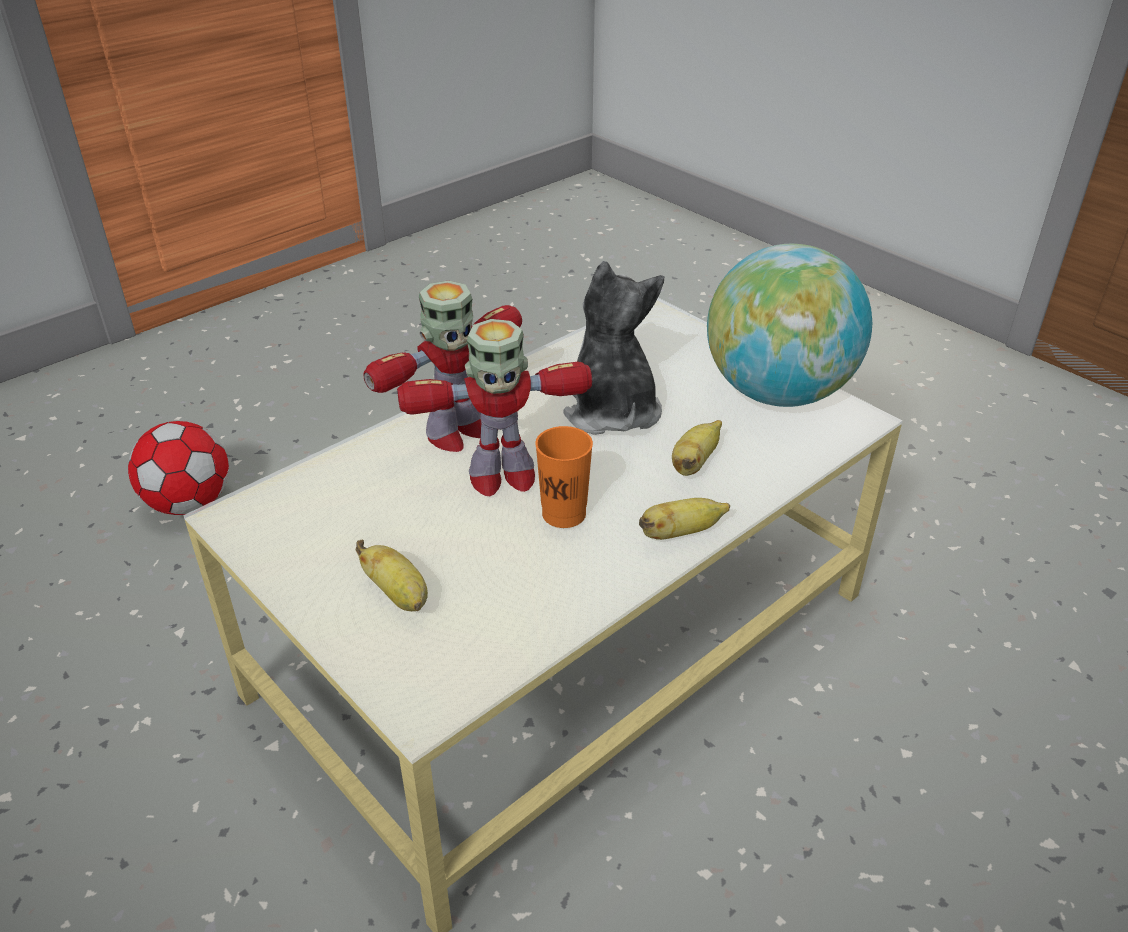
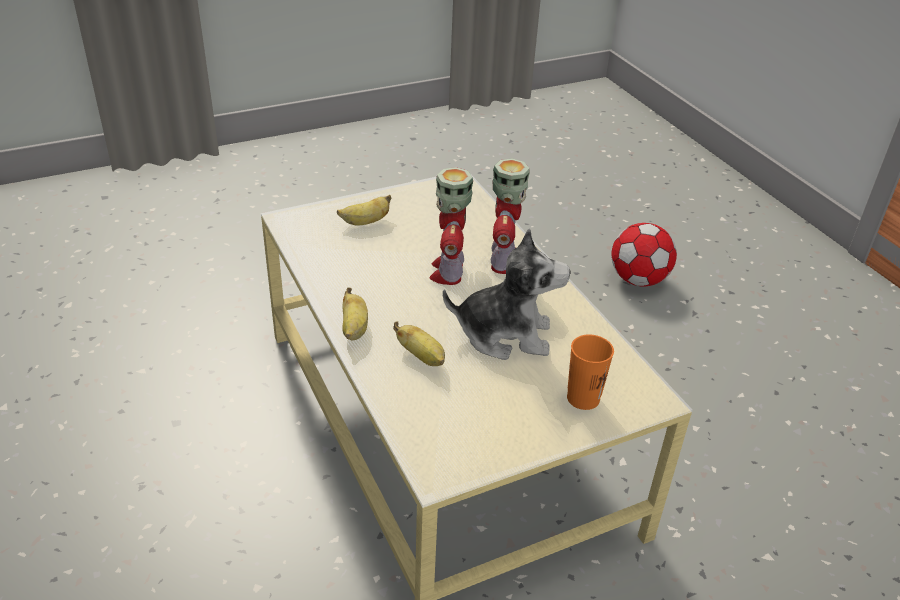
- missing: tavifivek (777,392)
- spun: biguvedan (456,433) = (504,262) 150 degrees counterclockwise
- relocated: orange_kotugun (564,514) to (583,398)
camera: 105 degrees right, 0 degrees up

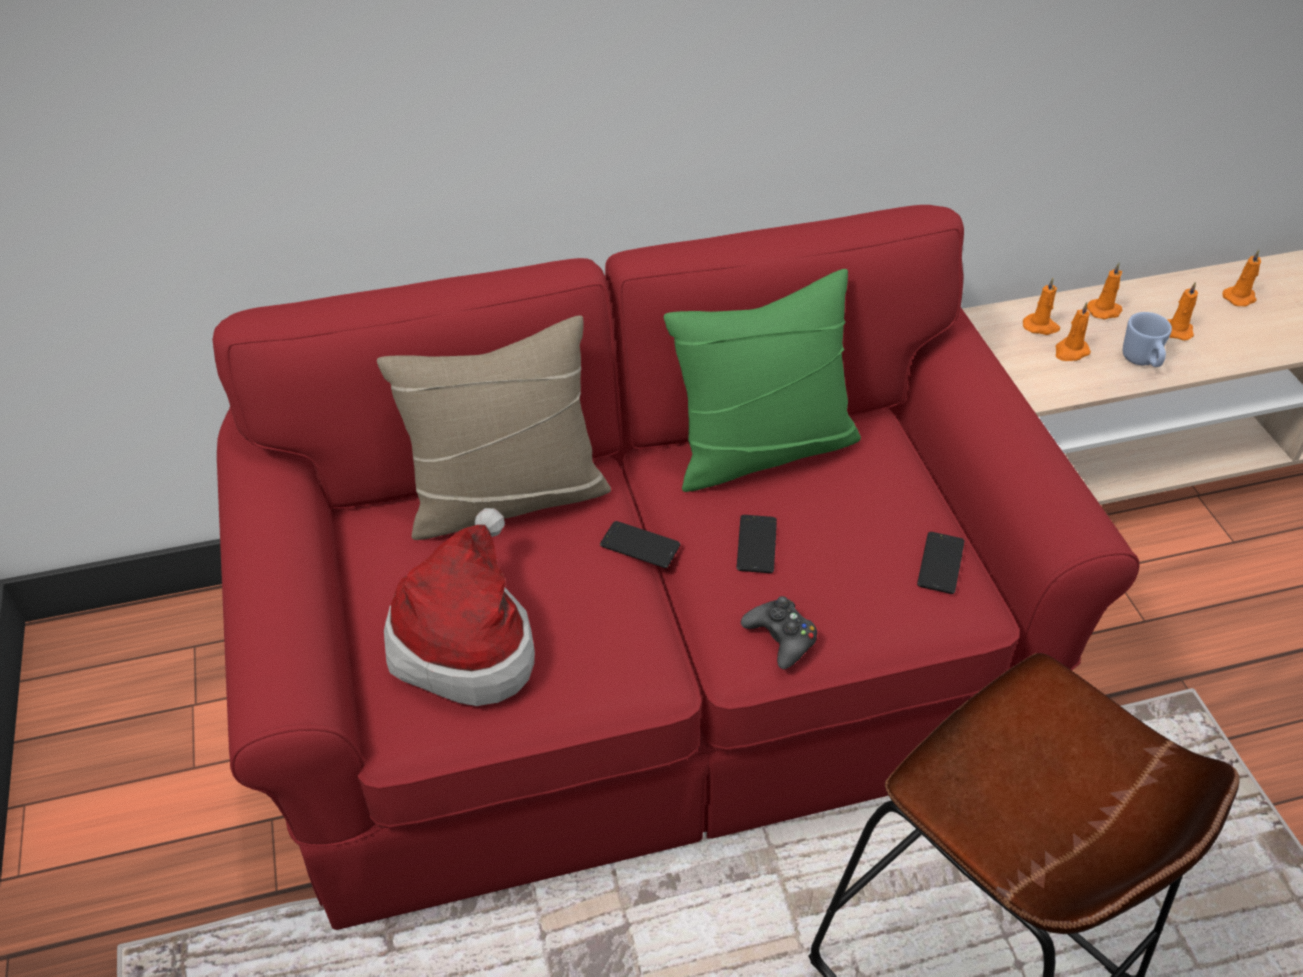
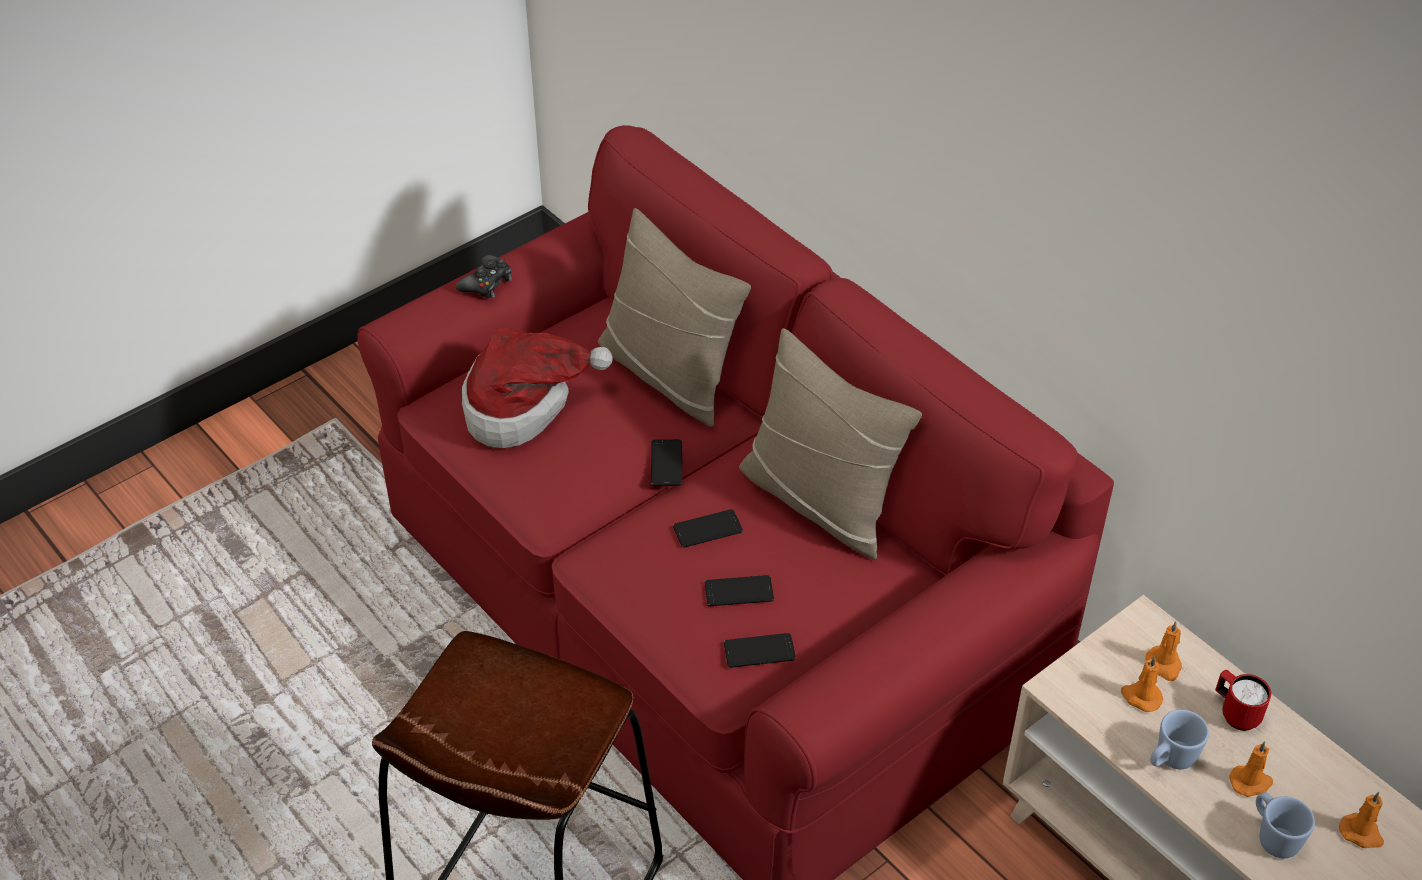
- exchanged: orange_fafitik (1104,311) to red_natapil (1235,713)
- colour: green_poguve (762,450) to beige_poguve (820,501)
- relocated: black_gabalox (781,637) to (486,283)
- appeared: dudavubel (739,591)
- appeared: blue_natapil (1273,836)
camera: 65 degrees right, 0 degrees up

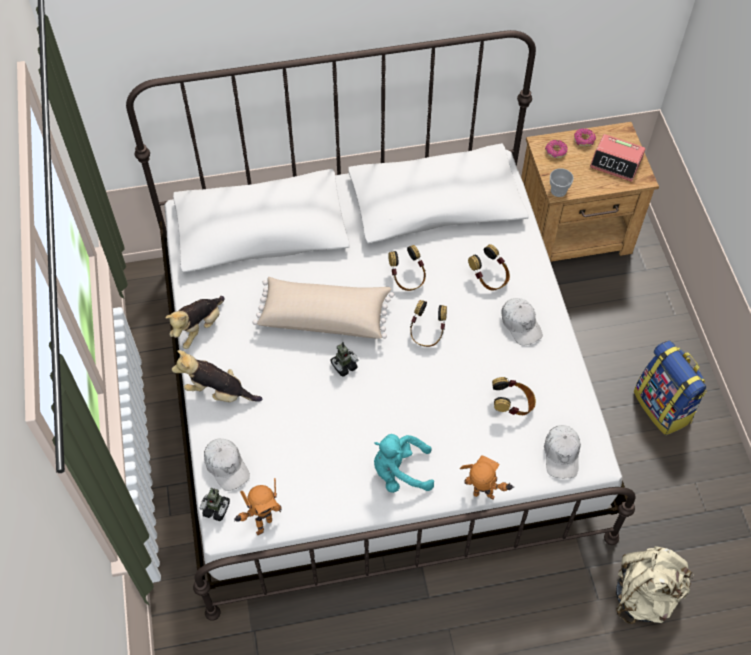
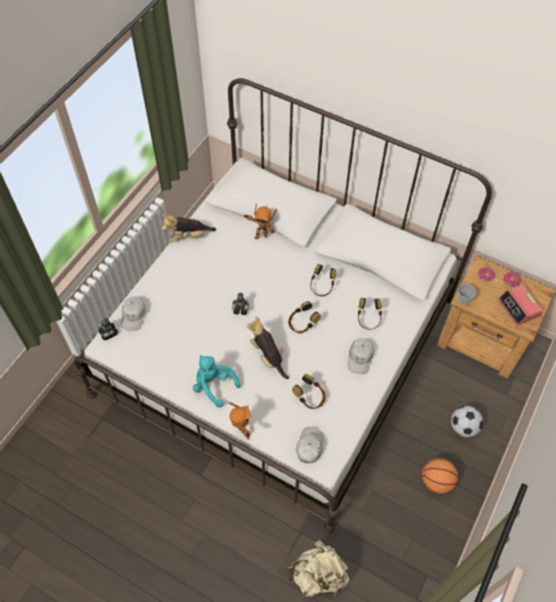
- missing: beige_poguve (324,316)
- exchanged: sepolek (663,407) to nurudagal (436,481)
- relocated: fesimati (218,392) to (268,356)
- spun: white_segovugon (561,454) = (309,446) 150 degrees clockwise
- relocated: biguvedan (261,524) to (260,235)
- appeared: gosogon (463,427)
camera: 40 degrees right, 0 degrees up

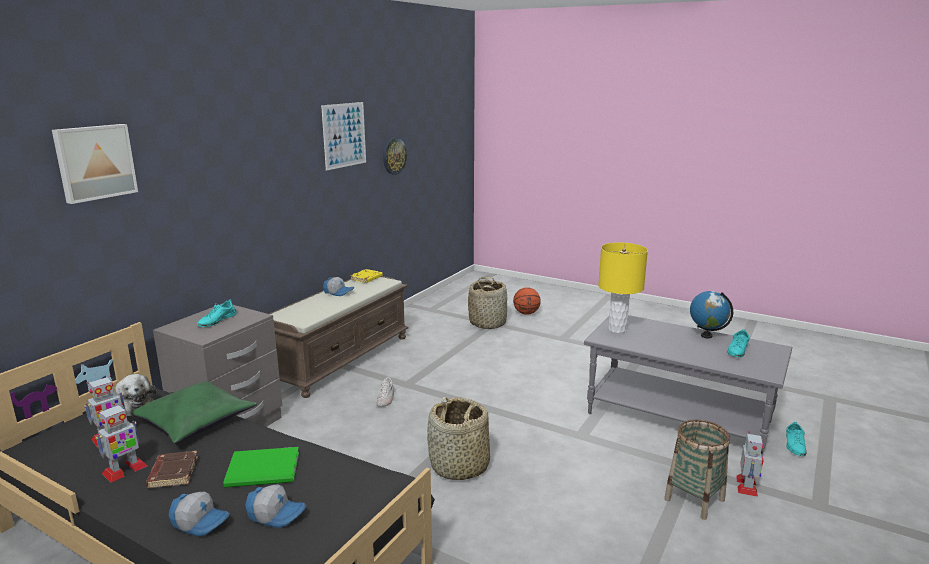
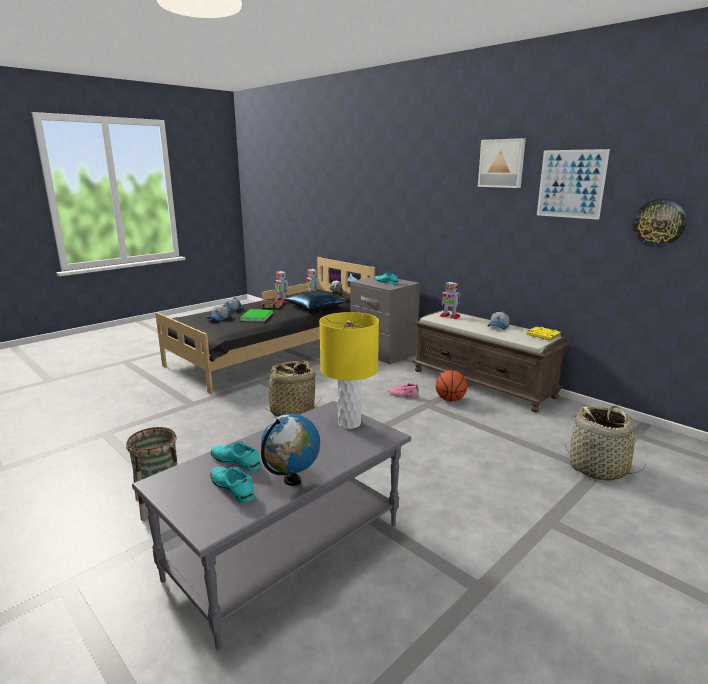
- relocated: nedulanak (94,162) to (502,163)
- relocated: nurudagal (526,313) to (450,400)
- colour: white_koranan (386,399) to pink_koranan (402,395)
- colour: green_poguve (196,421) to blue_poguve (315,307)
- relocated: turquoise_koranan (795,445) to (236,461)
- relocated: biguvedan (747,486) to (449,316)
camera: 105 degrees right, 0 degrees up

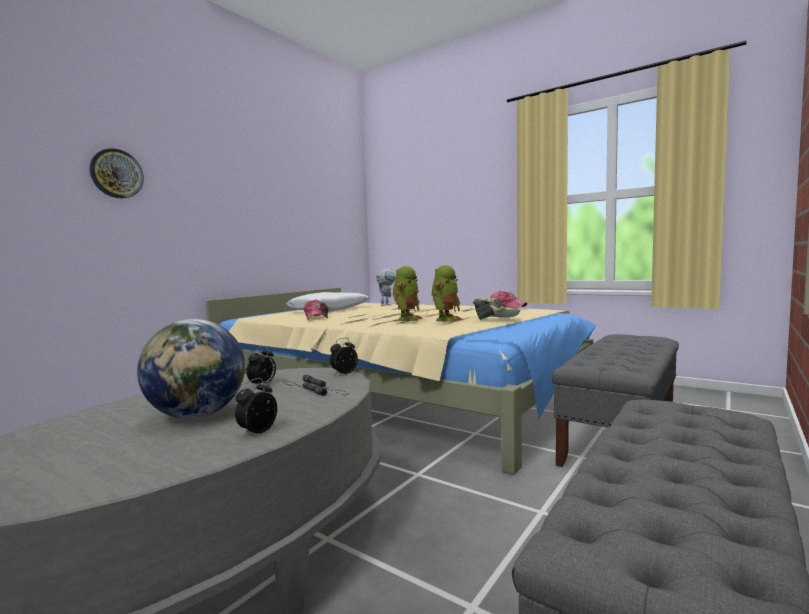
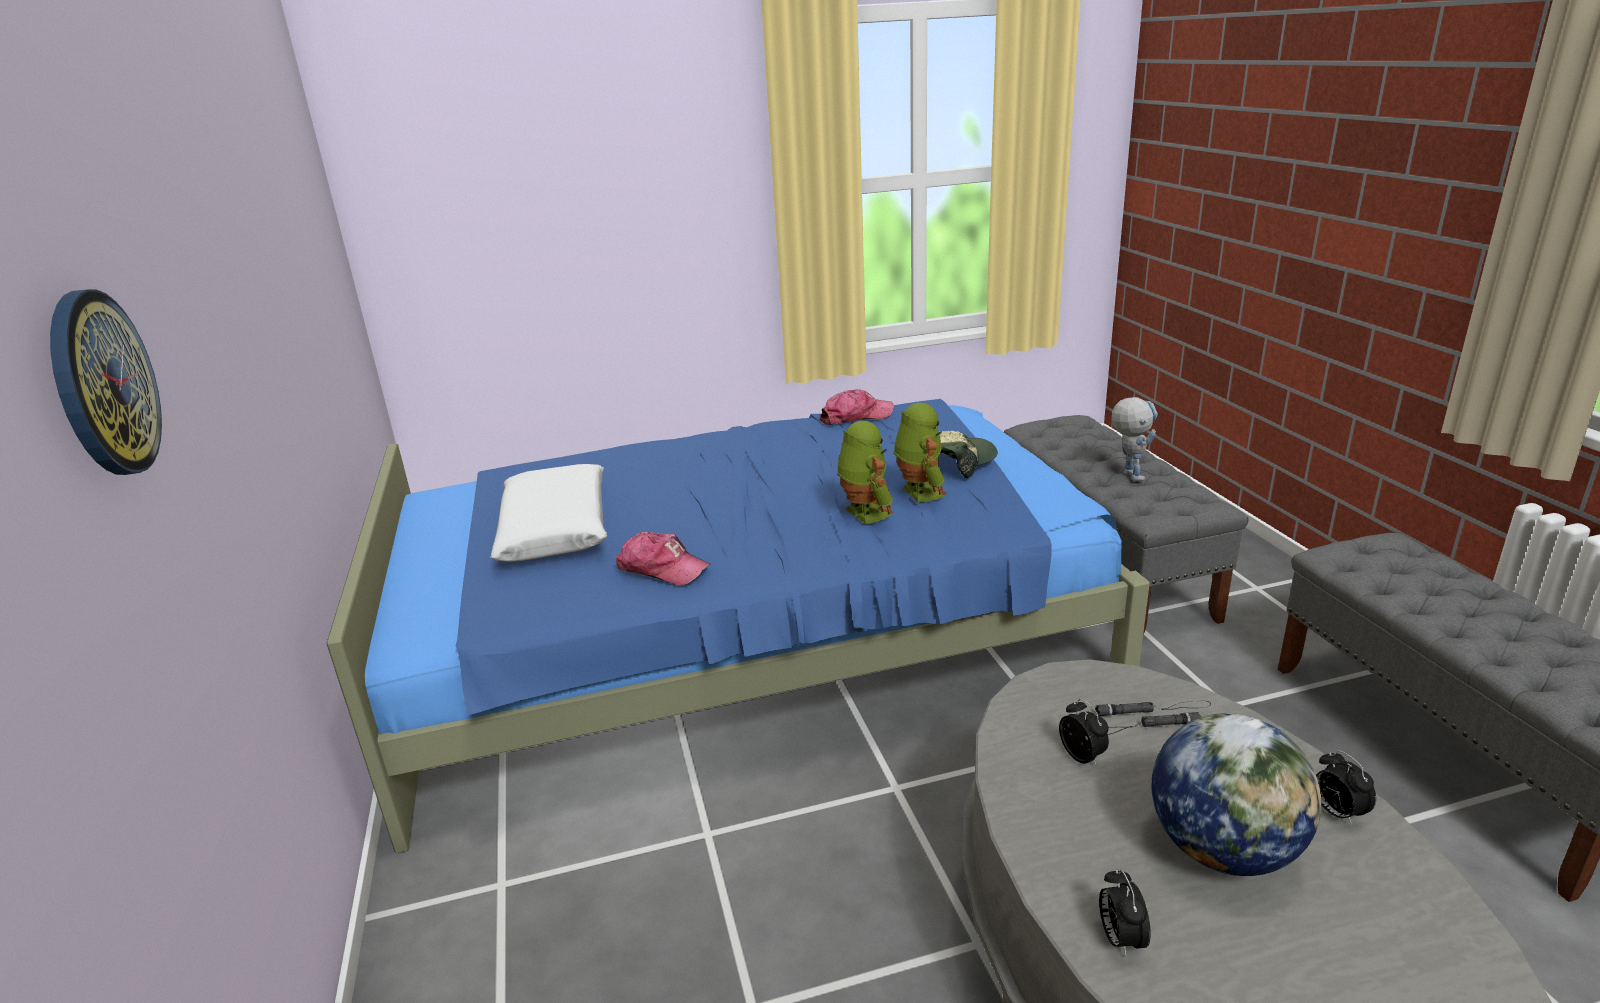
- relocated: biguvedan (386,305) to (1128,473)
- colour: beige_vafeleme (397,395) to blue_vafeleme (755,638)
- relocated: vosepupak (344,373) to (1119,938)
camera: 50 degrees left, 20 degrees up

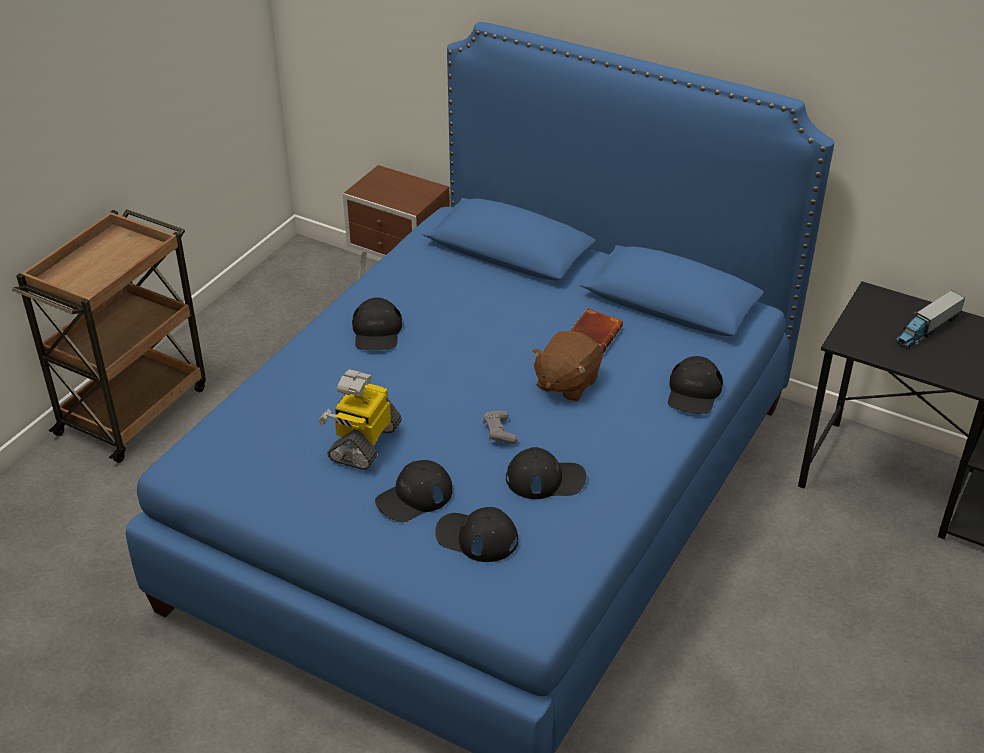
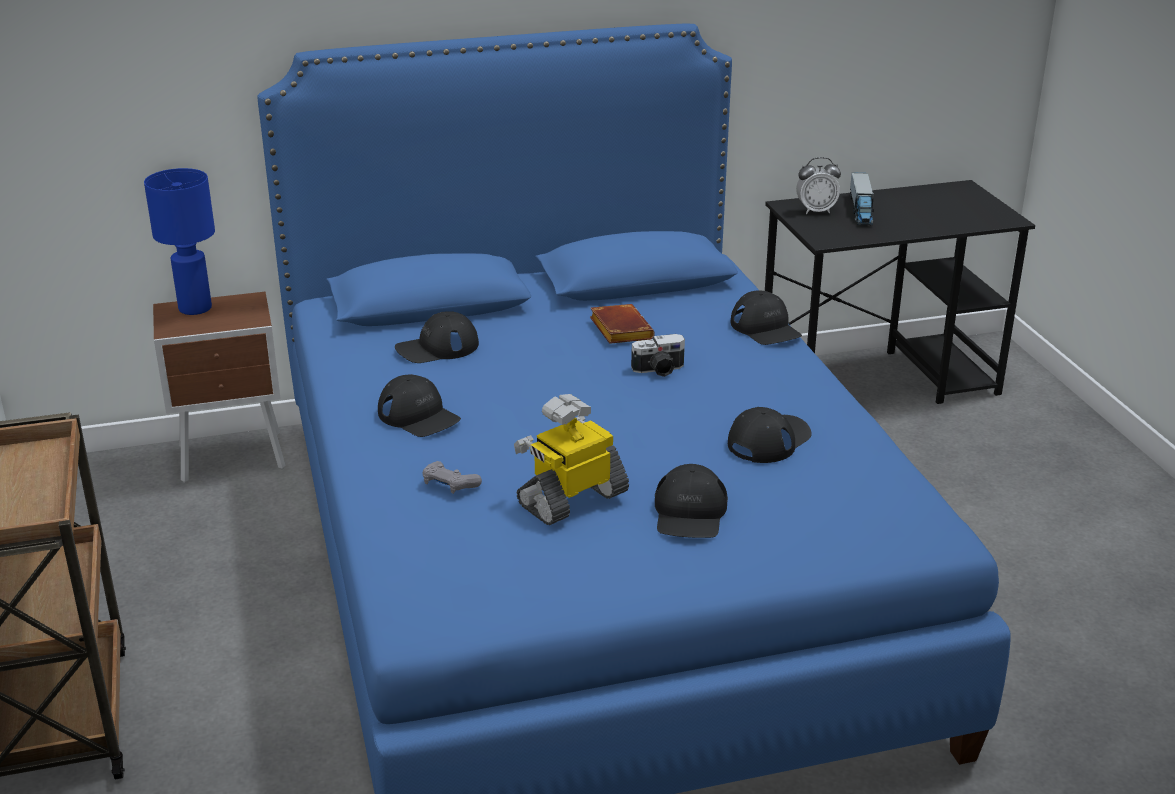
- exchanged: brown_fesimati (566,383) to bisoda (659,370)
- spun: biguvedan (364,442) = (572,498) 75 degrees clockwise
- relocated: grey_gabalox (499,432) to (449,484)
- relocated: black_segovugon (476,537) to (437,348)
- appeared: vosepupak (816,211)
- appeared: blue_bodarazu (195,309)
camera: 45 degrees left, 10 degrees down

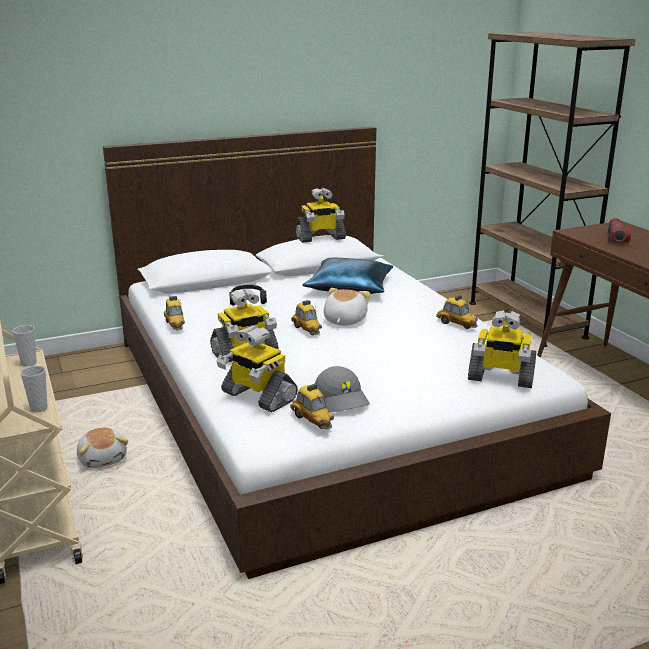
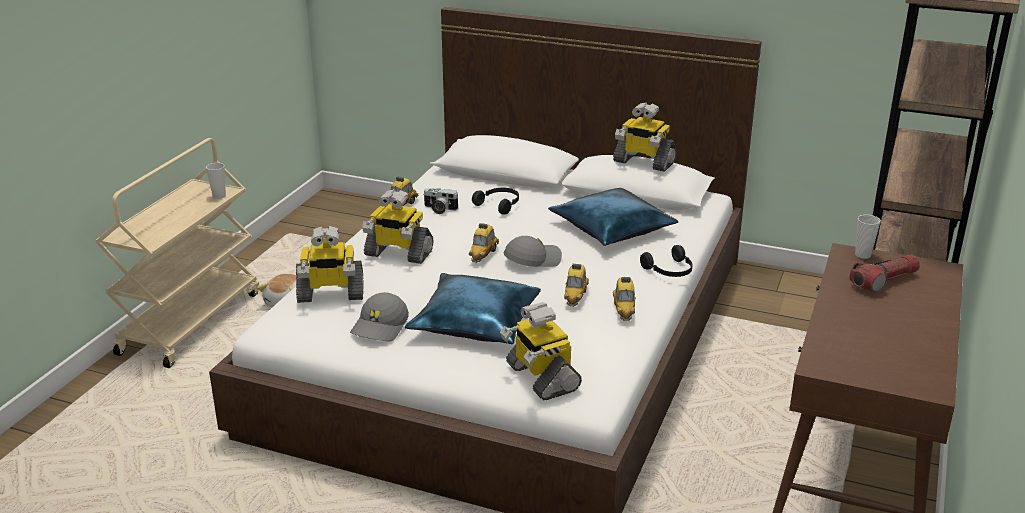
- exchanged: fesimati (343,320) to grey_segovugon (532,260)
- spun: biguvedan (257,396) = (330,294) 90 degrees counterclockwise
- relocated: kotugun (39,408) to (863,255)
- relocated: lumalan (312,420) to (575,297)
- appeared: bisoda (439,209)
- appeared: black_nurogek (670,271)
- appeared: blue_poguve (475,322)
camera: 45 degrees right, 5 degrees up

